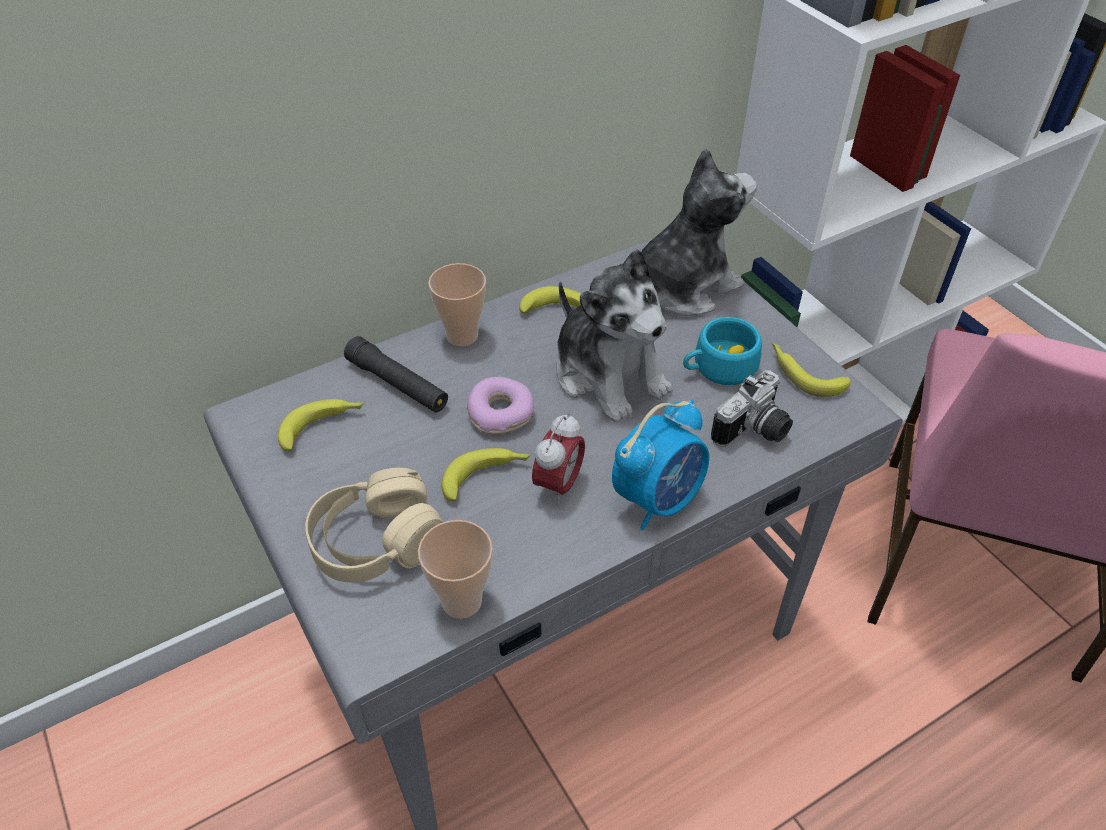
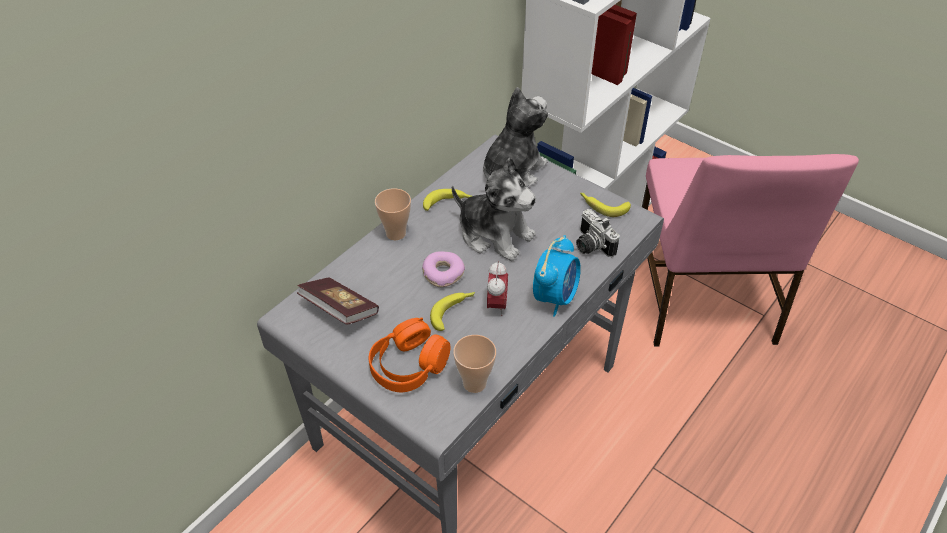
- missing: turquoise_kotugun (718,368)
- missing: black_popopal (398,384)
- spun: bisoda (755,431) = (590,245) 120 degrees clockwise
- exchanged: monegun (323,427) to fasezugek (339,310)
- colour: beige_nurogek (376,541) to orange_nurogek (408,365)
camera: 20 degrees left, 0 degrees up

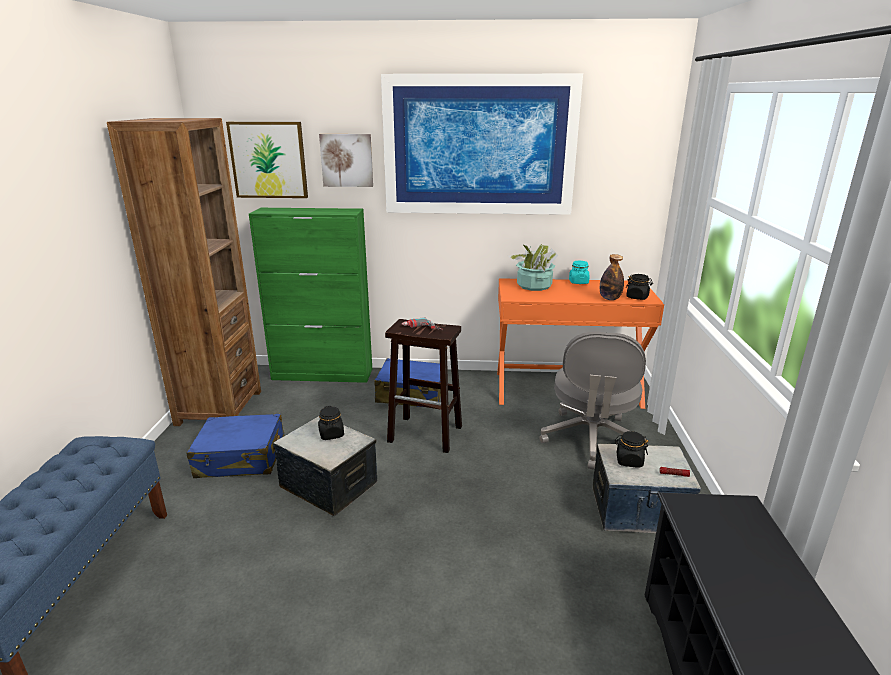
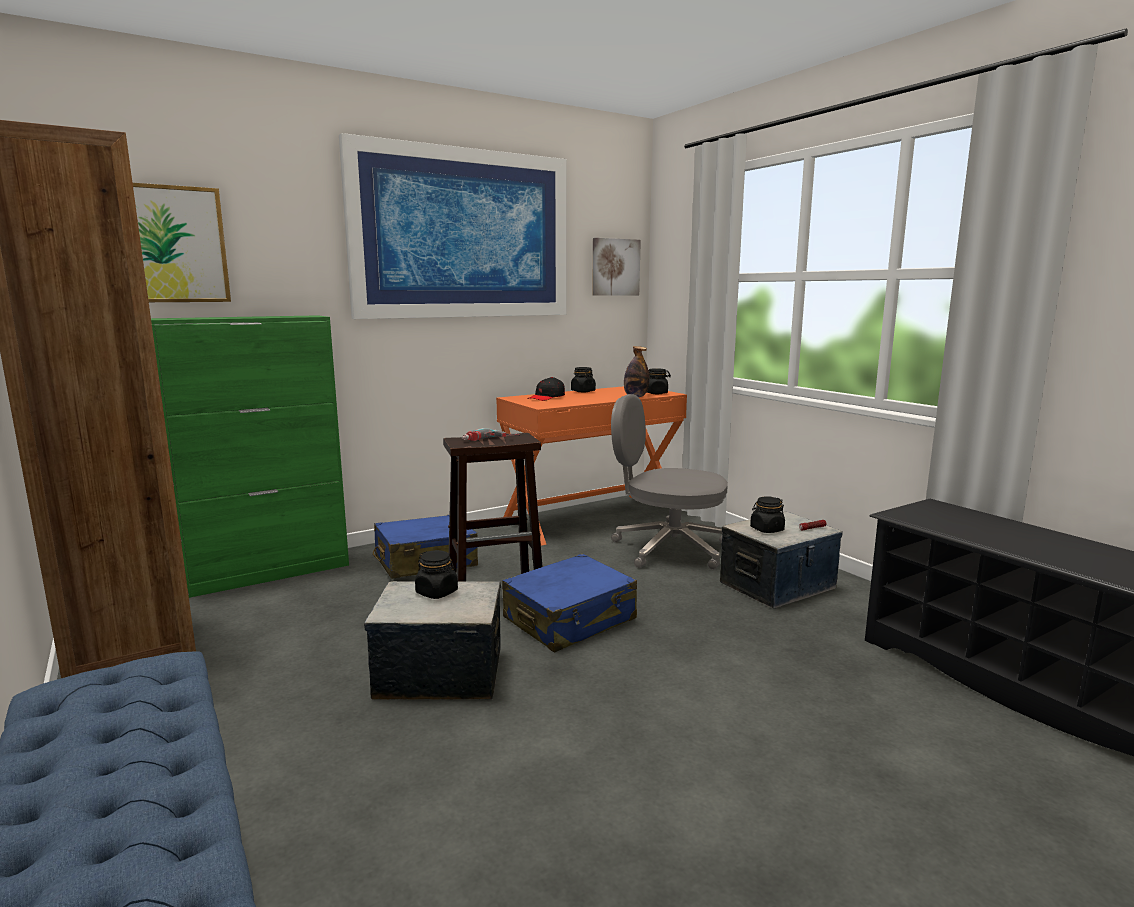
- relocated: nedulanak (347,160) to (615,267)
- exchanged: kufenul (534,286) to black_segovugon (546,397)
- colour: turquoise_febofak (578,282) to black_febofak (583,391)
- spun: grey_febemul (591,440) = (668,549) 135 degrees clockwise
- relocated: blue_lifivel (241,458) to (570,619)
camera: 35 degrees left, 10 degrees down

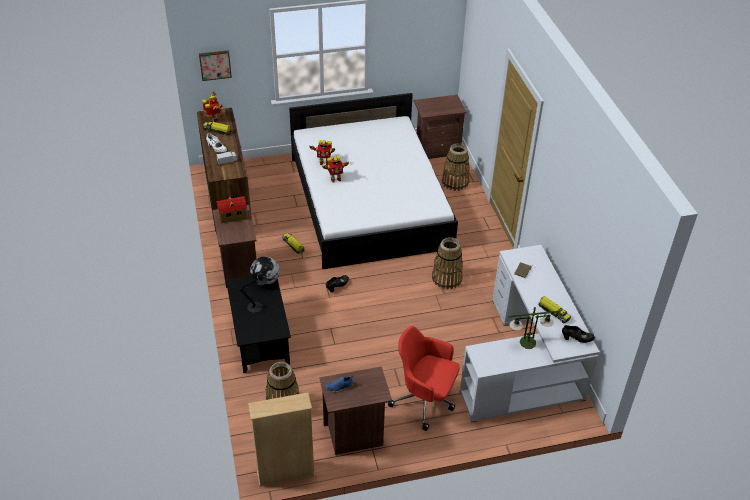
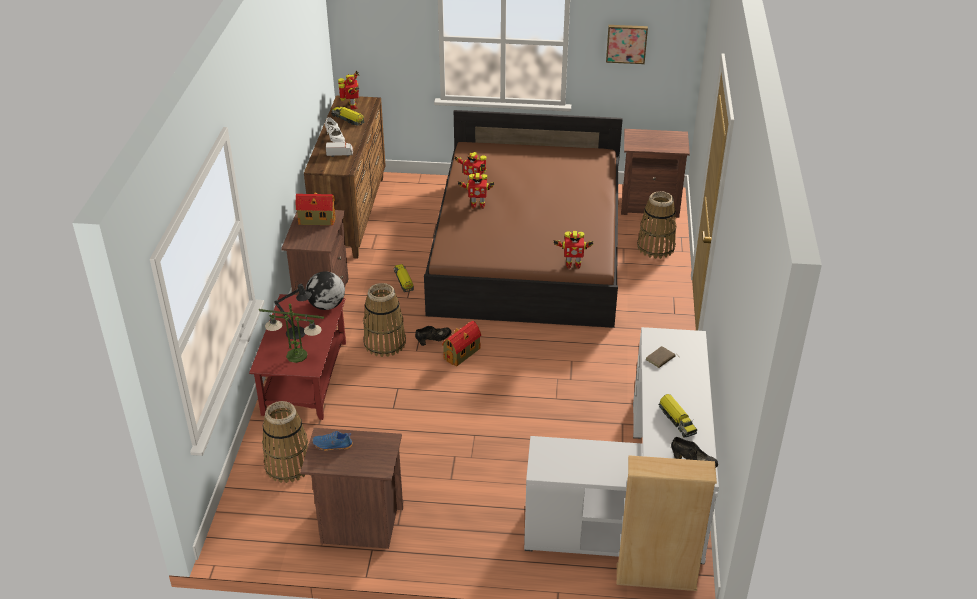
- relocated: nedulanak (215,64) to (626,43)
- colour: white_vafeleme (369,202) to brown_vafeleme (527,249)
- relocated: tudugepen (446,278) to (384,343)
- colour: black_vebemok (260,337) to red_vebemok (305,378)
- relocated: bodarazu (528,342) to (297,355)
- missing: red_febemul (425,400)
- relocated: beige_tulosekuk (286,473) to (656,577)
- appeared: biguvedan (572,265)
- appeared: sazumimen (462,353)
camera: 20 degrees right, 5 degrees down

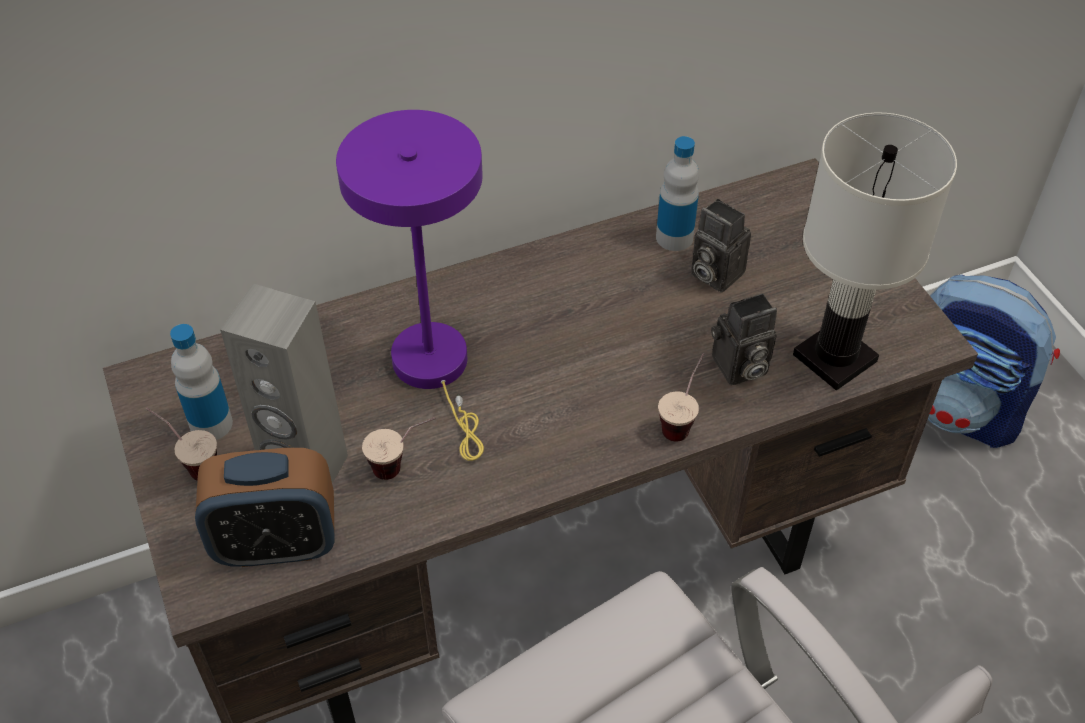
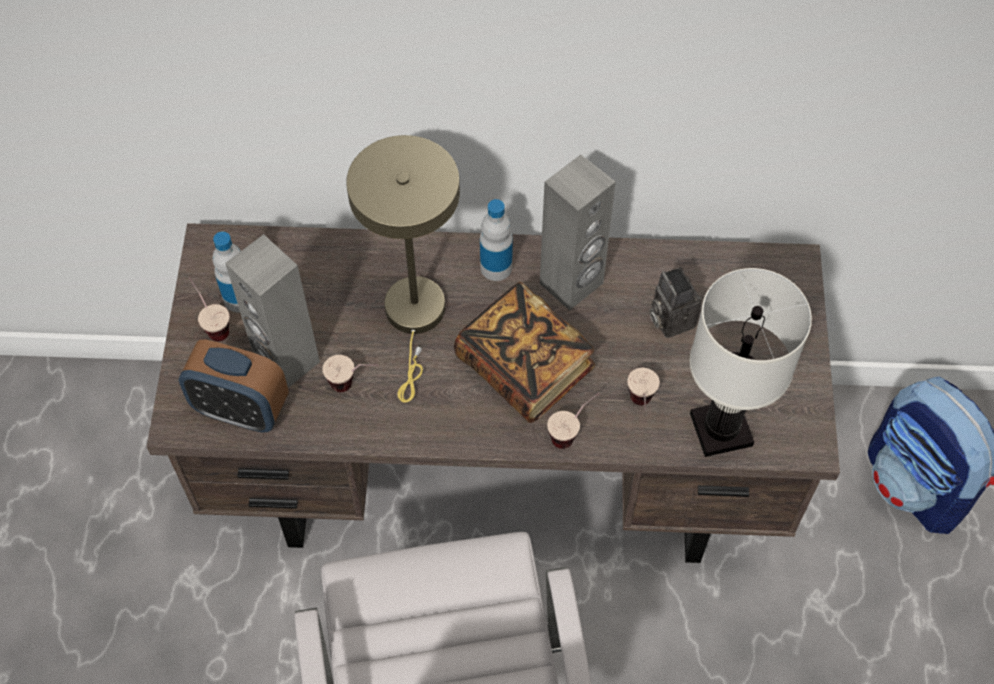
- colour: purple_bodarazu (436,370) to beige_bodarazu (415,318)
- relocated: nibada (674,237) to (496,267)
- exchanged: bisoda (738,368) to kotugun (640,408)
- appeared: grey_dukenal (572,284)
- appeared: fasezugek (524,367)
camera: 25 degrees right, 10 degrees up

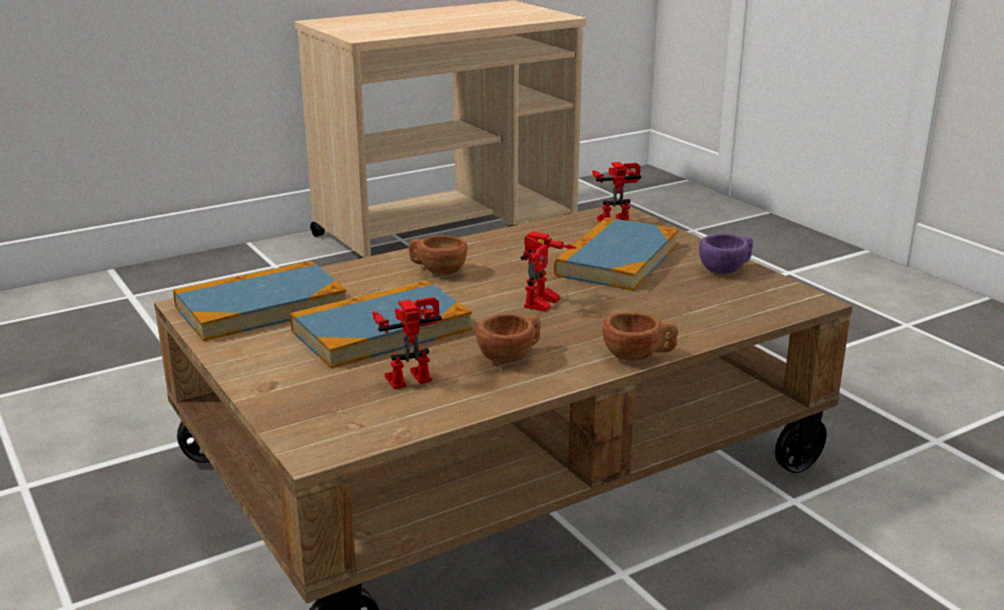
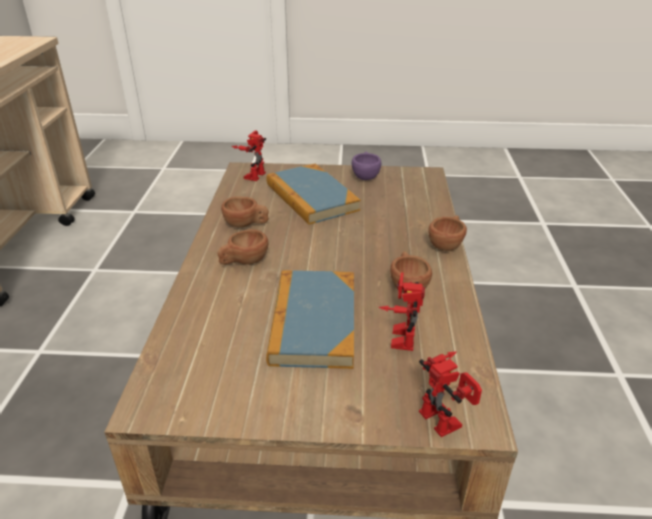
- relocated: biguvedan (545,305) to (446,419)
- missing: fasezugek (261,307)
- appeared: brown_kotugun (246,224)
camera: 55 degrees left, 10 degrees up

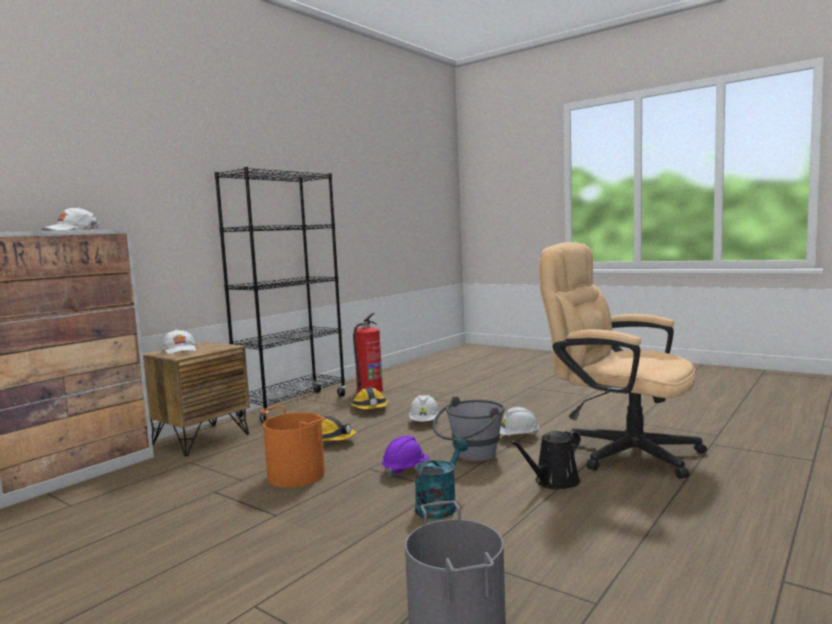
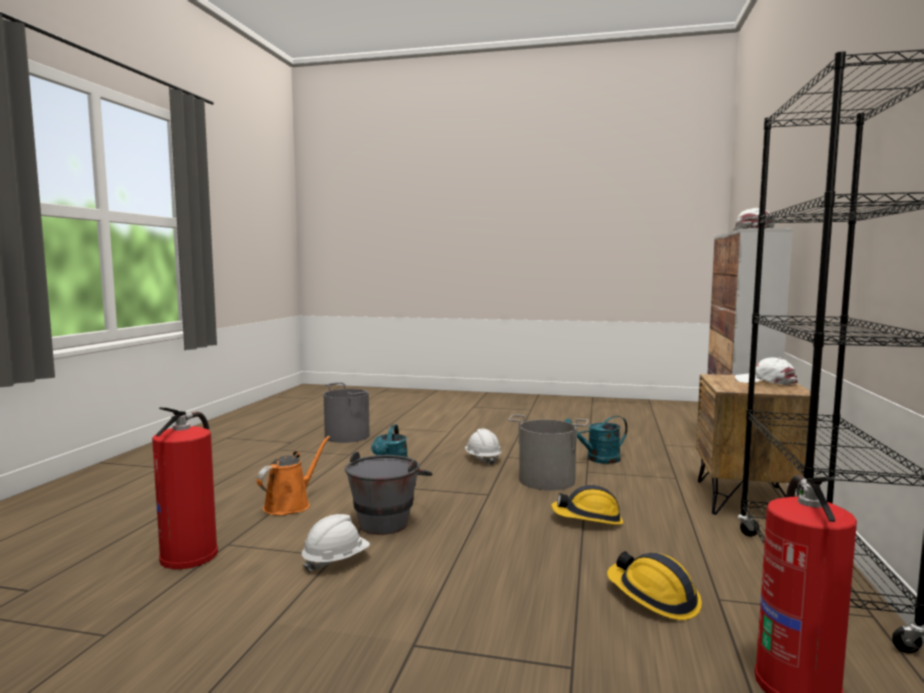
- exchanged: beige_febemul (619,451) to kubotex (190,555)
- relocated: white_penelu (424,422) to (482,459)
- colour: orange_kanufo (297,475) to grey_kanufo (546,480)
- colour: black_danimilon (553,482) to orange_danimilon (290,505)
- missing: purple_penelu (405,470)
- appeared: turquoise_danimilon (597,459)
camera: 155 degrees right, 0 degrees up

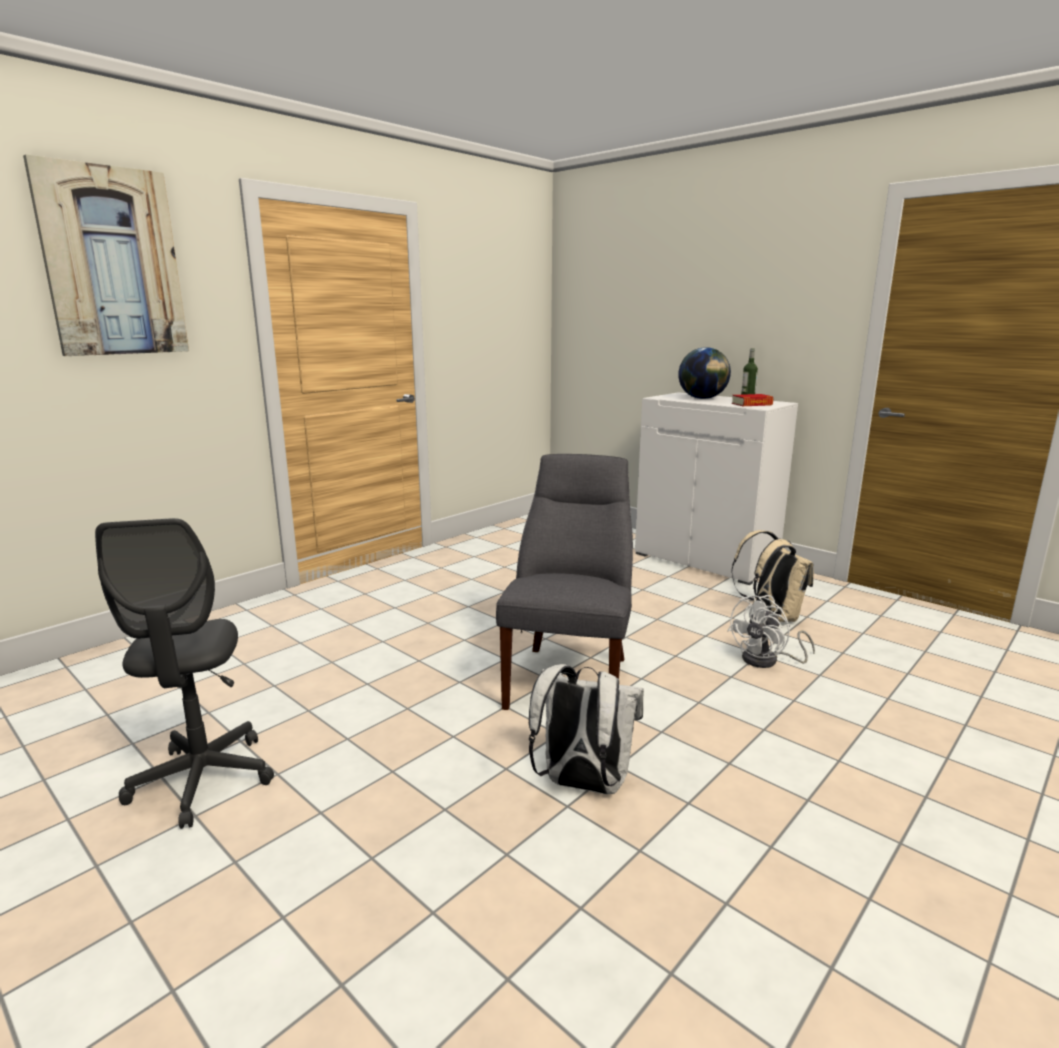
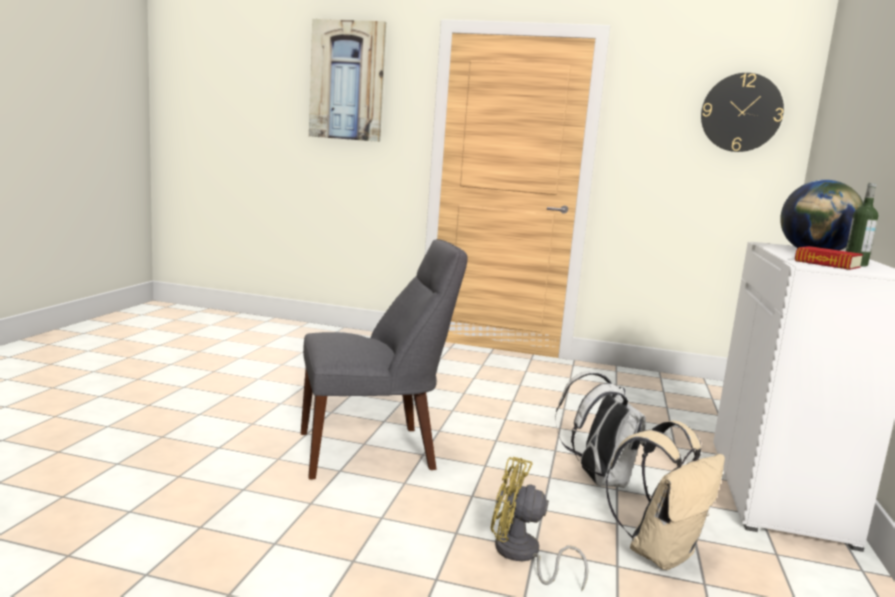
- missing: grey_febemul (203,780)
- colour: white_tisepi (767,661) to yellow_tisepi (522,555)
- relocated: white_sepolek (582,784) to (598,478)
- appeared: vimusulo (741,112)
camera: 60 degrees right, 5 degrees down

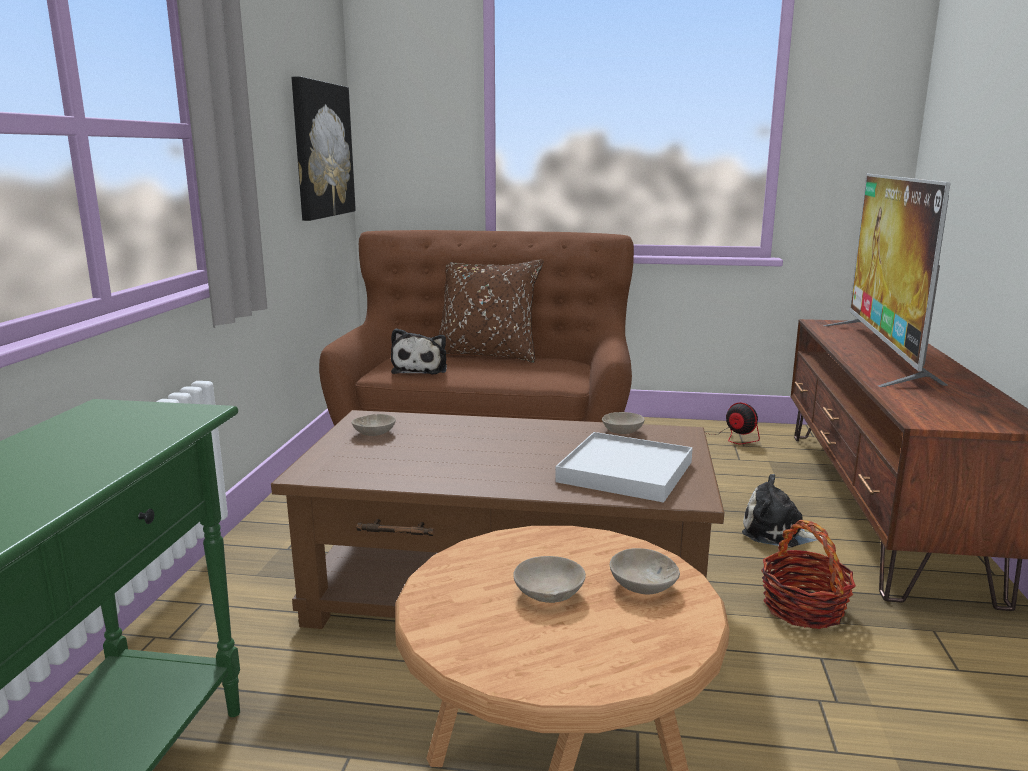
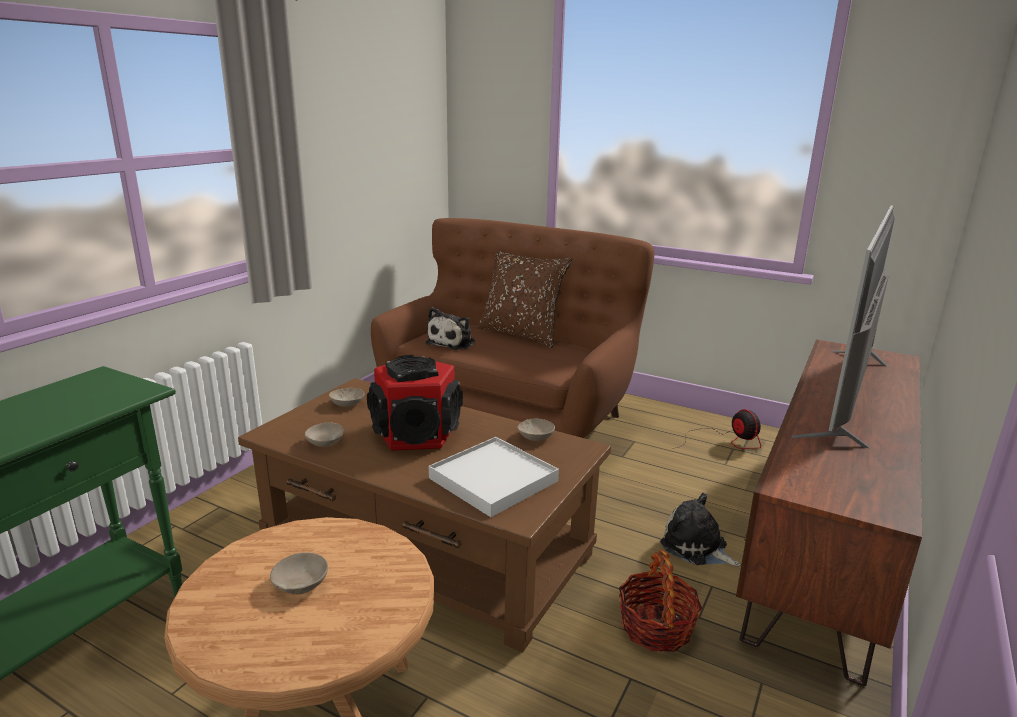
- missing: nedulanak (322,150)
- relocated: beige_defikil (640,585) to (324,442)
- appeared: dukenal (417,434)
camera: 20 degrees right, 5 degrees up

